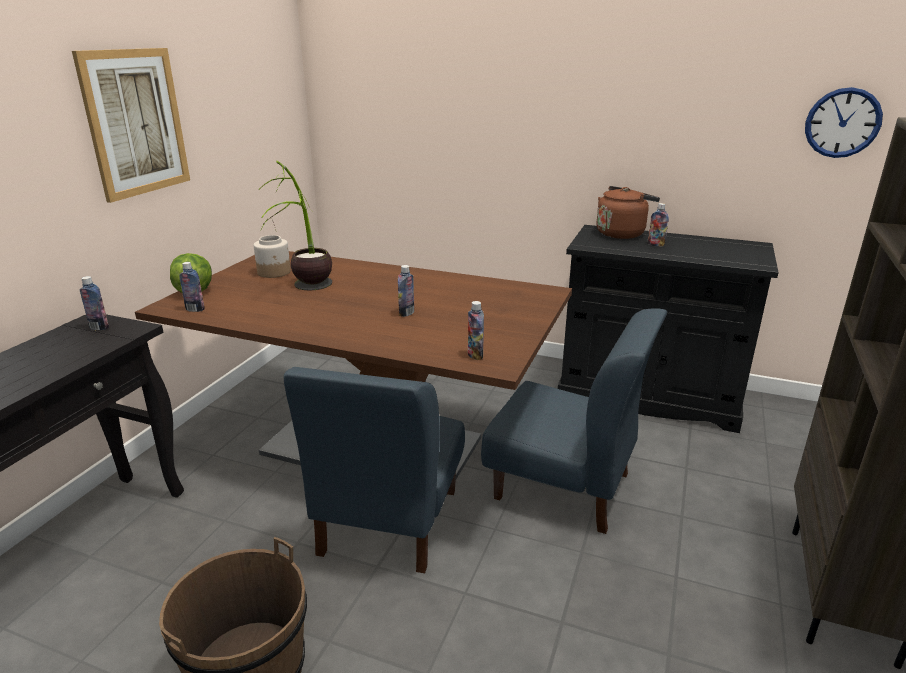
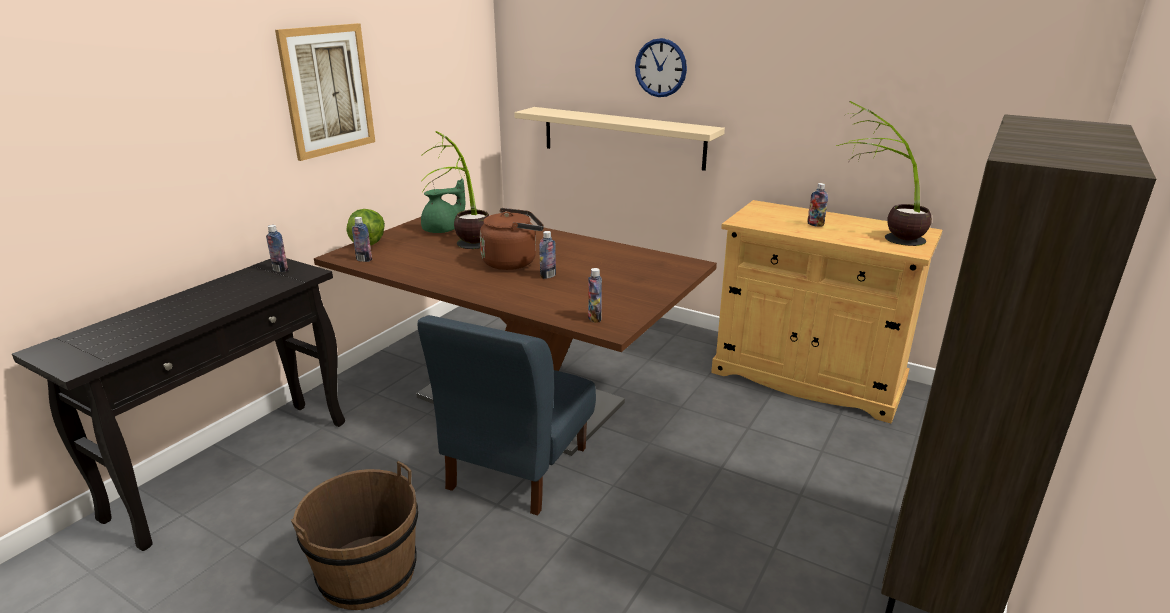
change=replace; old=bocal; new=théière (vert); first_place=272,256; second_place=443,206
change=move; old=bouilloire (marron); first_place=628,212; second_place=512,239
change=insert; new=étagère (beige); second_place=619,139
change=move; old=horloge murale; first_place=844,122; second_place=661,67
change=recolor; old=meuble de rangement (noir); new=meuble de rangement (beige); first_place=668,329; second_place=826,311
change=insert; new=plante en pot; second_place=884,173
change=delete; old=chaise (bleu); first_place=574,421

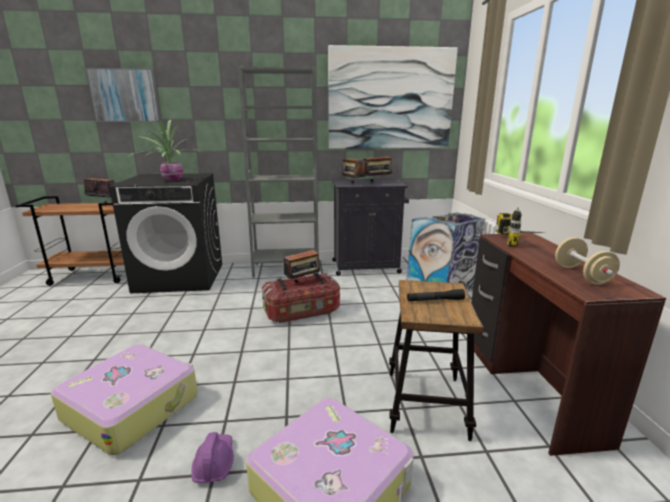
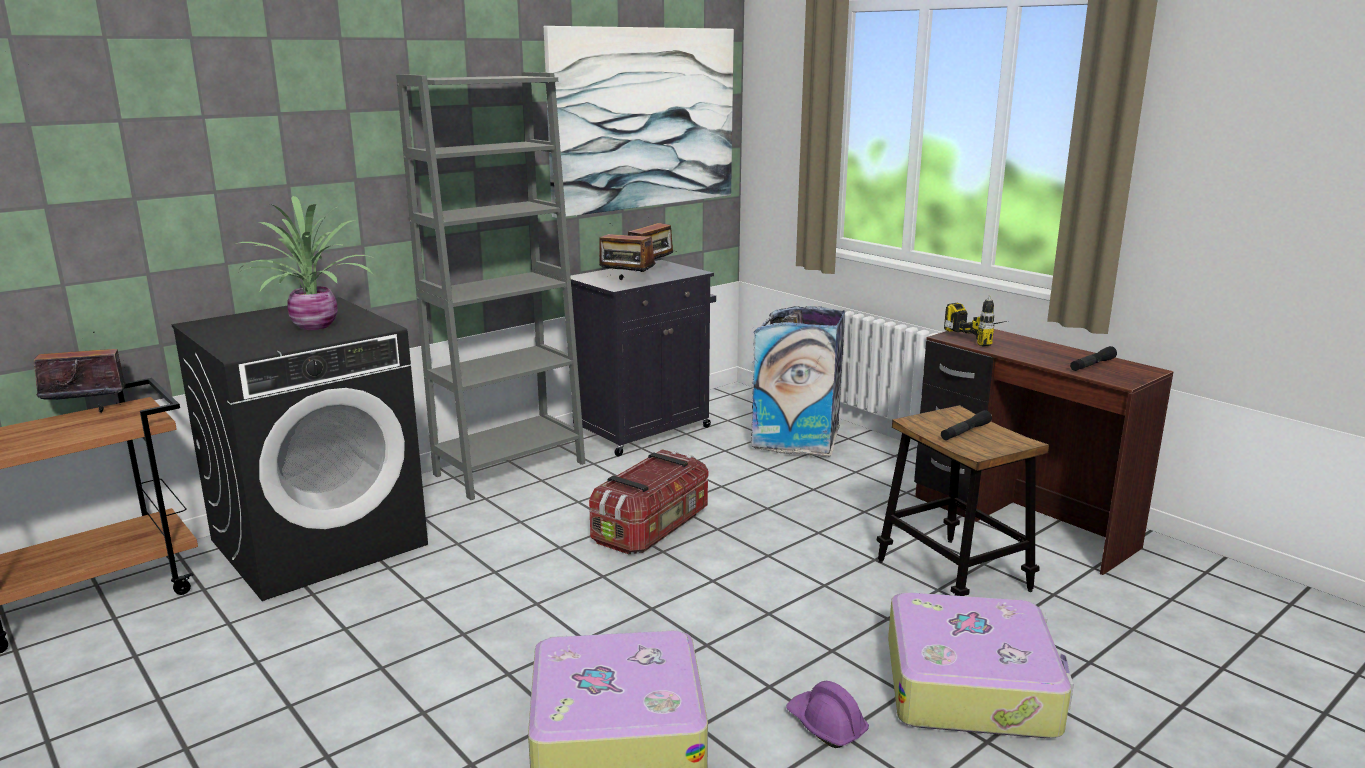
change=replace; old=haltère (beige); new=lampe de poche (noir); first_place=587,261; second_place=1093,358
change=delete; old=tableau; first_place=123,95
change=delete; old=radio; first_place=303,266

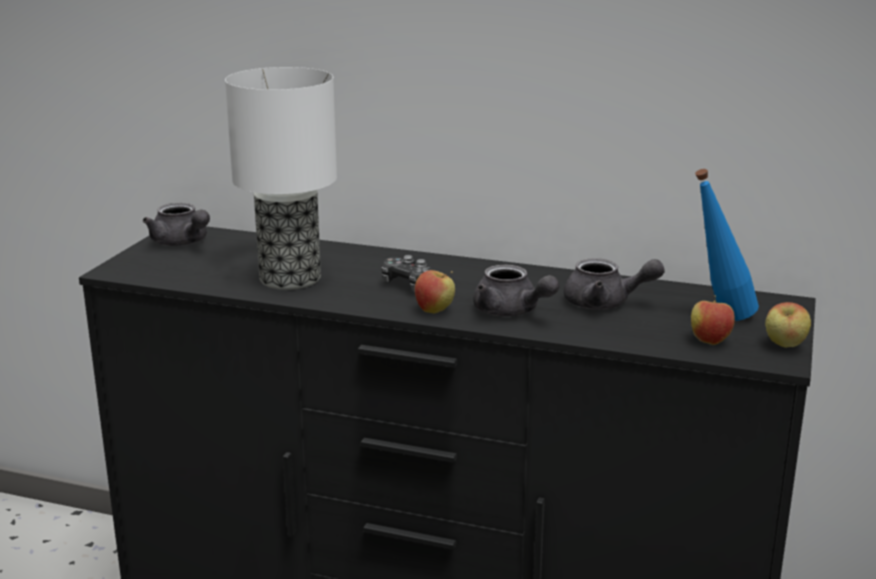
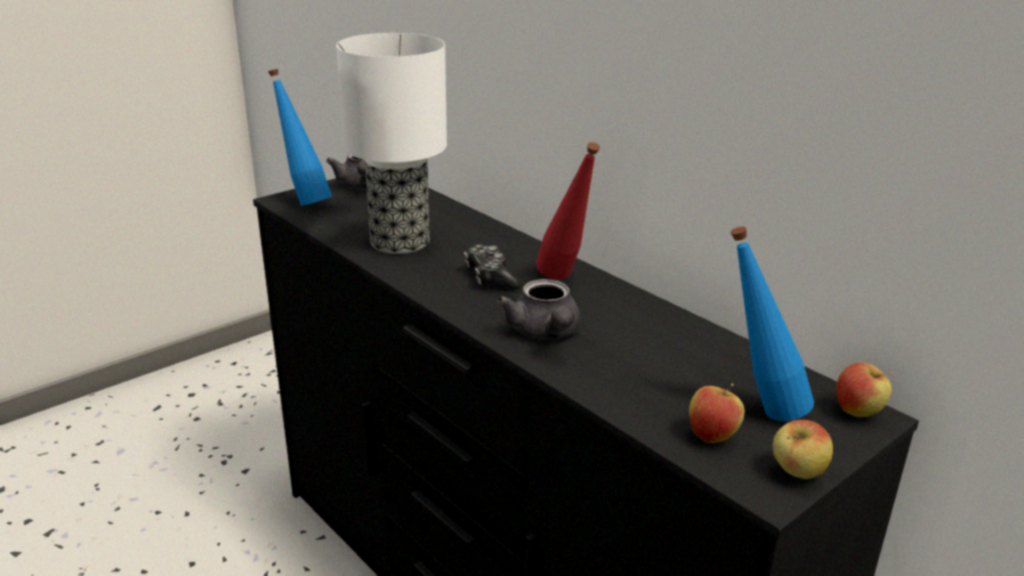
change=insert; new=bouteille (bleu); second_place=300,137
change=insert; new=bouteille (rouge); second_place=568,211
change=move; old=pomme; first_place=435,291; second_place=865,389
change=delete; old=théière (gris); first_place=614,283

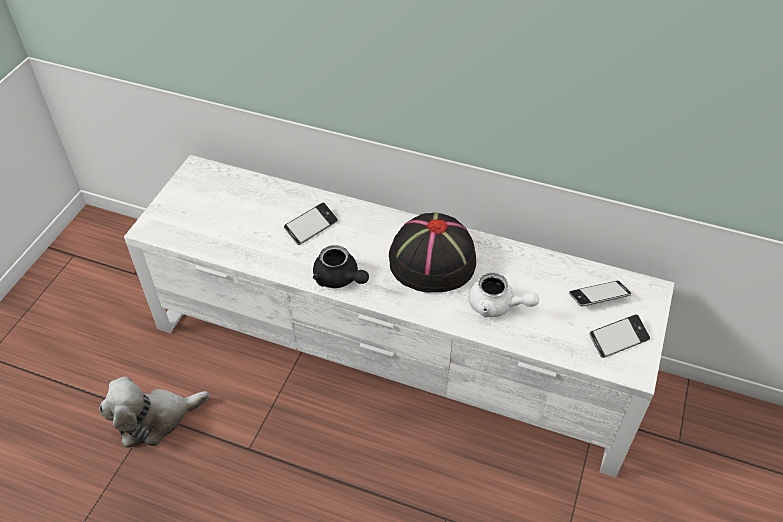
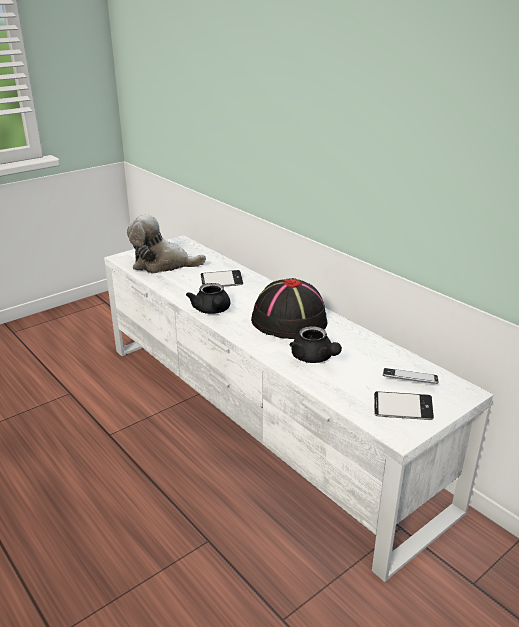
change=move; old=peluche; first_place=154,412; second_place=166,243
change=recolor; old=théière (blanc); new=théière (noir); first_place=503,295; second_place=316,344

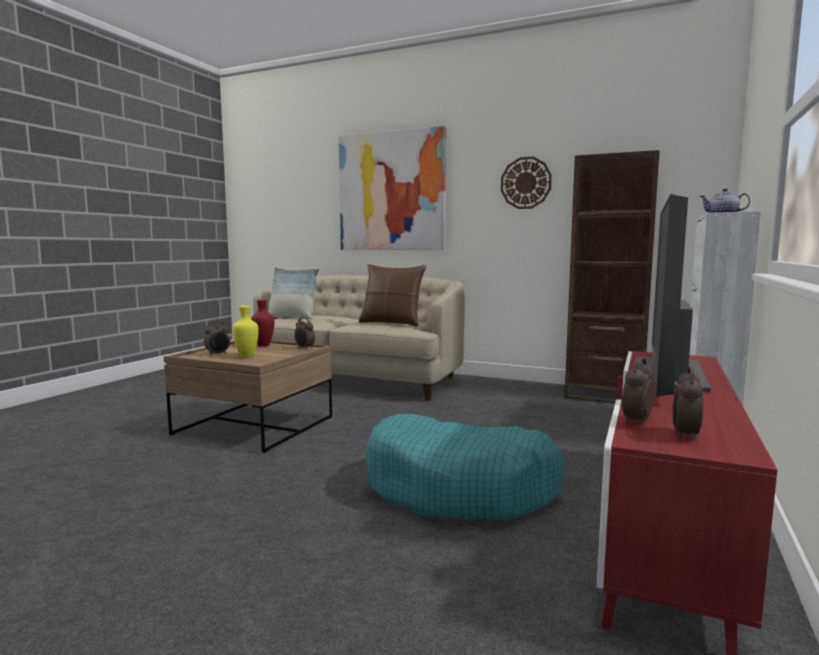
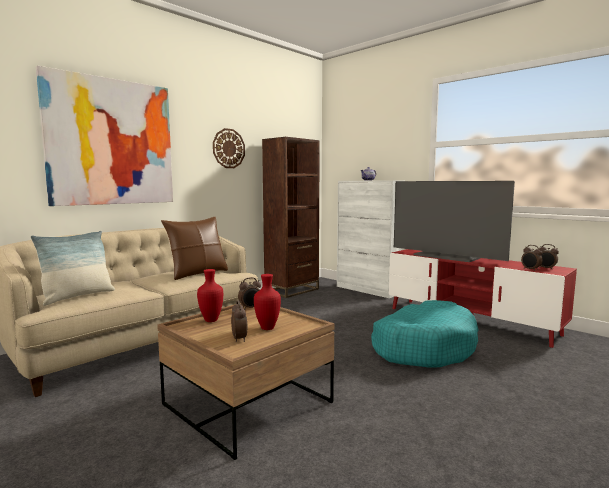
change=recolor; old=vase (jaune); new=vase (rouge); first_place=245,332; second_place=267,302

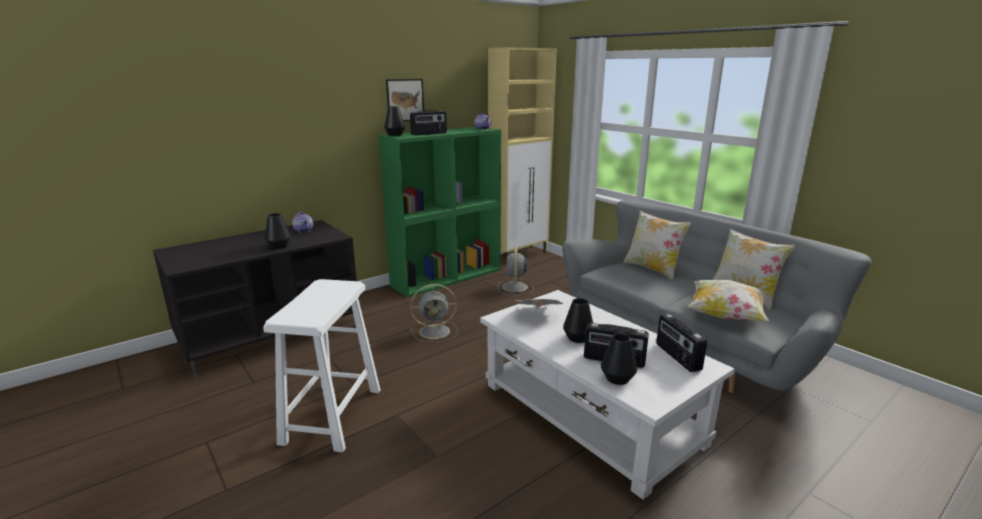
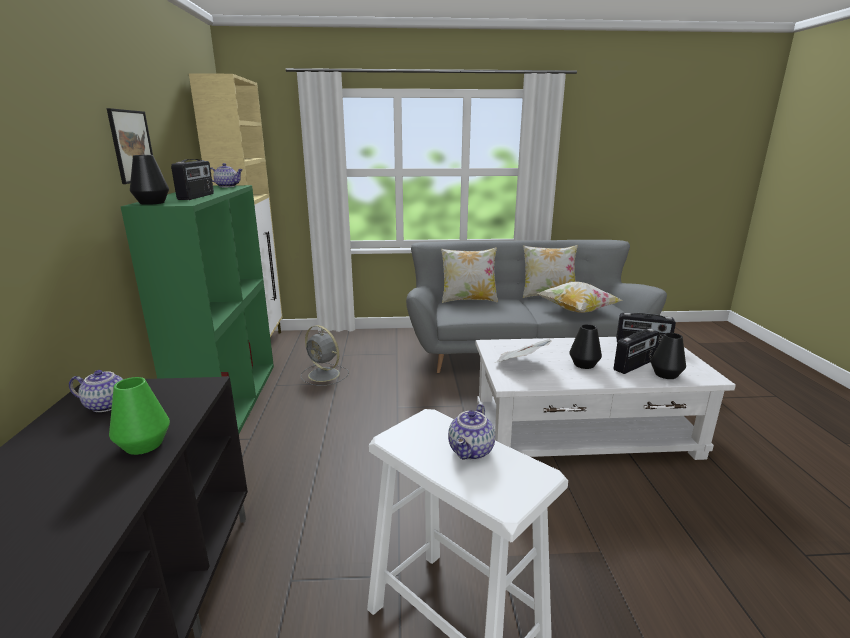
change=recolor; old=vase (noir); new=vase (vert); first_place=277,231; second_place=139,416
change=insert; new=théière; second_place=471,432
change=delete; old=ventilateur (gris); first_place=434,313

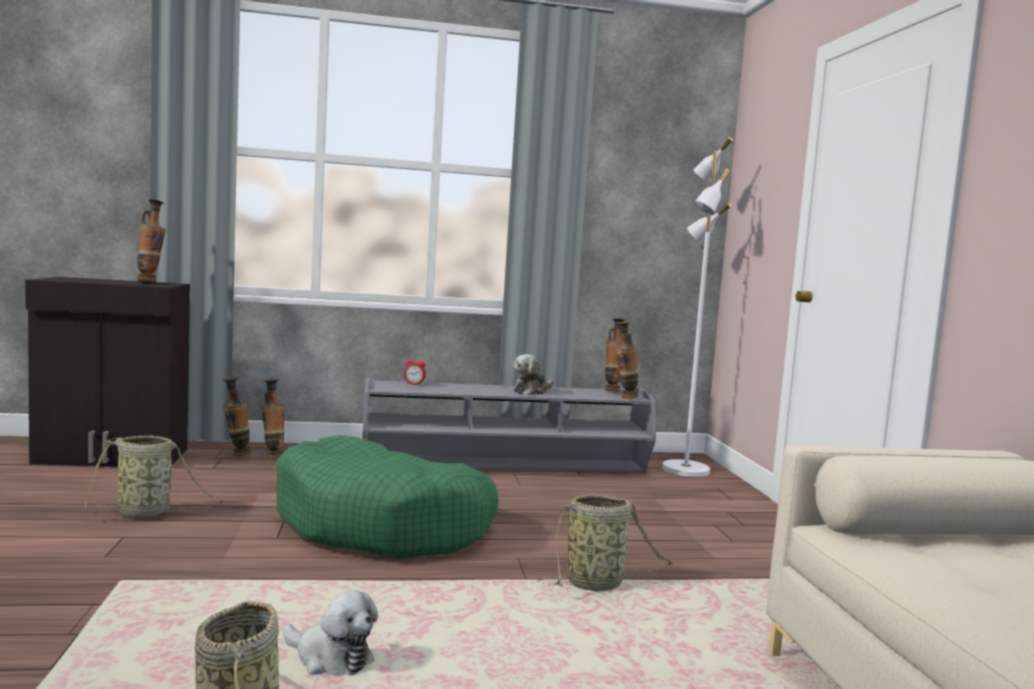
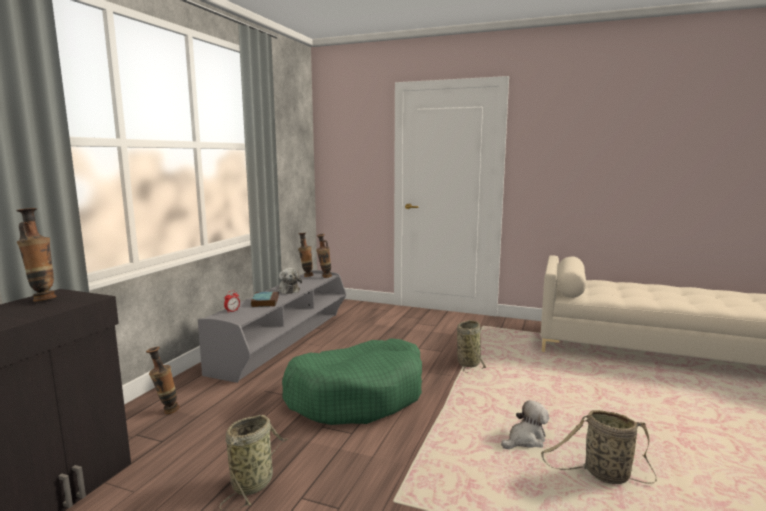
change=insert; new=livre; second_place=265,299
change=delete; old=vase; first_place=236,417
change=delete; old=lampadaire (blanc); first_place=697,307

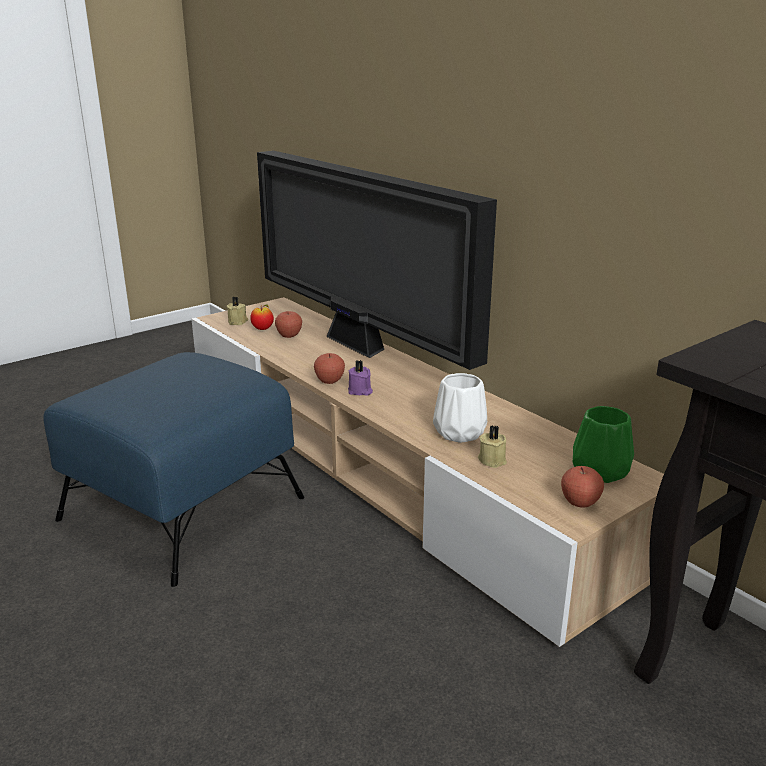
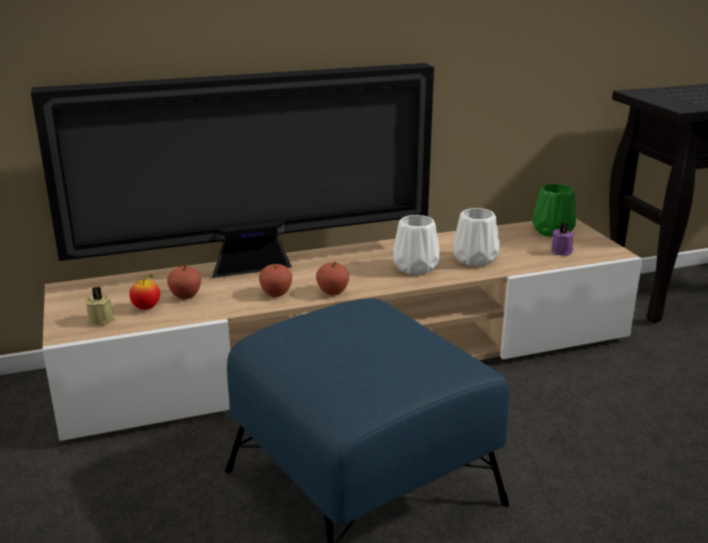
change=move; old=pomme; first_place=582,487; second_place=275,280
change=insert; new=vase (blanc); second_place=416,245
change=move; old=bougie (violet); first_place=360,378; second_place=562,239
change=delete; old=bougie (beige); first_place=492,446

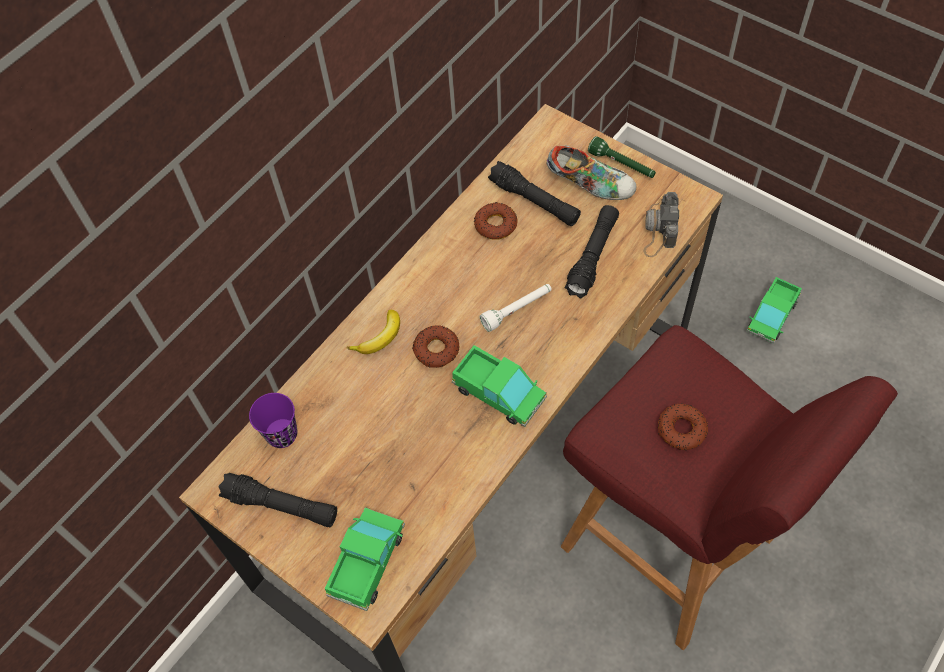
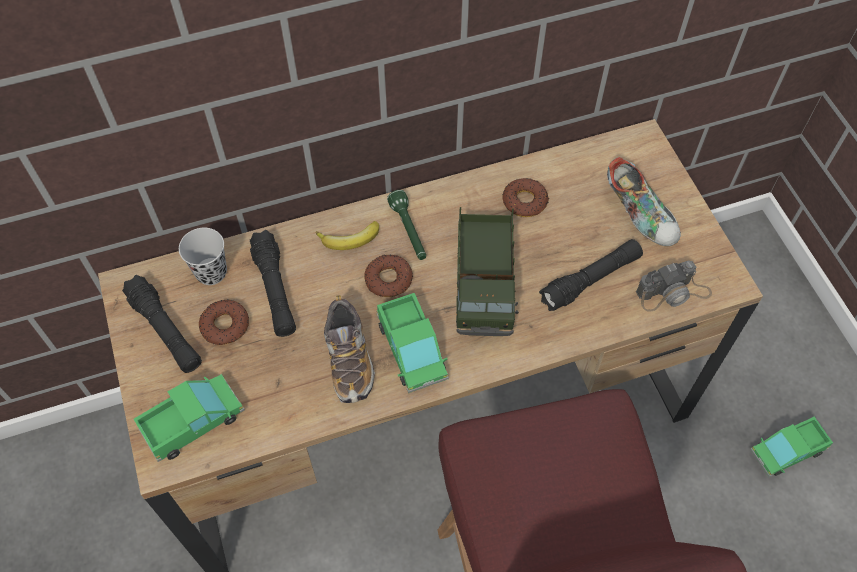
change=recolor; old=tasse (violet); new=tasse (noir); first_place=273,420; second_place=203,256
change=move; old=beignet; first_place=683,426; second_place=224,322
change=move; old=lampe de poche (noir); first_place=534,193; second_place=273,283
change=insert; new=chaussure; second_place=349,349
change=move; old=lampe de poche (vert); first_place=622,157; second_place=406,225
change=replace; old=lampe de poche (blanc); new=camion jouet; first_place=516,308; second_place=487,271
change=rotate; old=appareil photo; first_place=661,224; second_place=674,285; degrees=-150

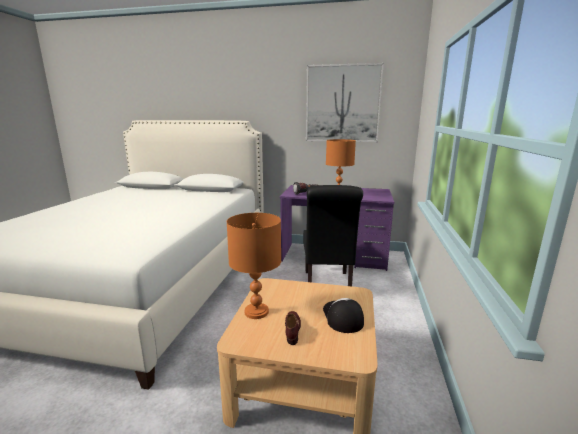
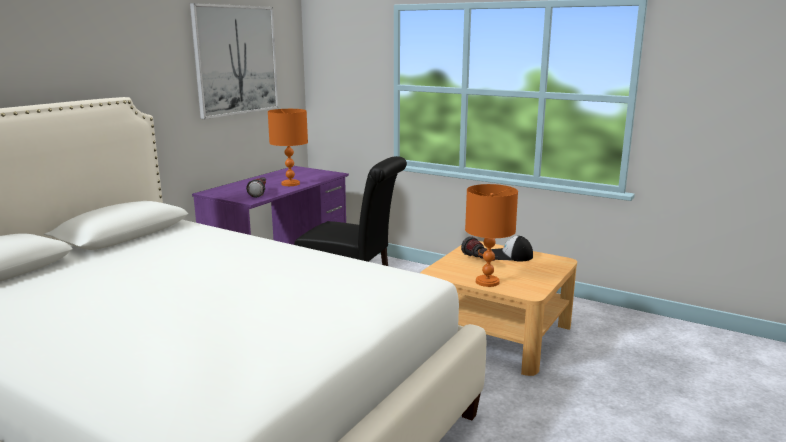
change=insert; new=lampe de poche; second_place=478,248
change=delete; old=chaussure (marron); first_place=293,328

